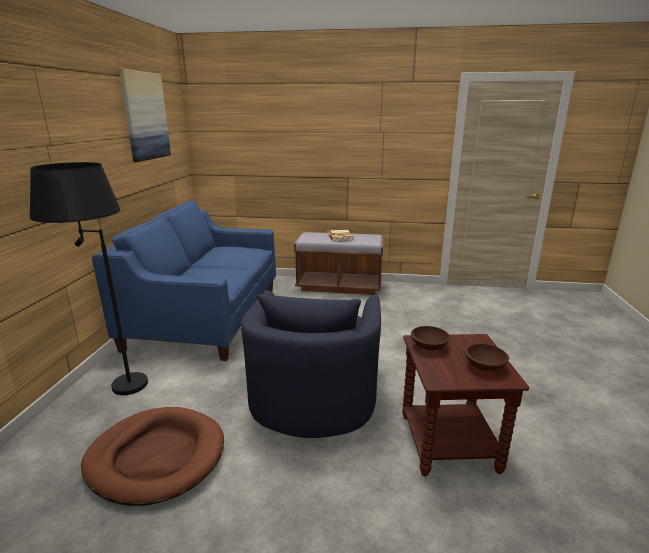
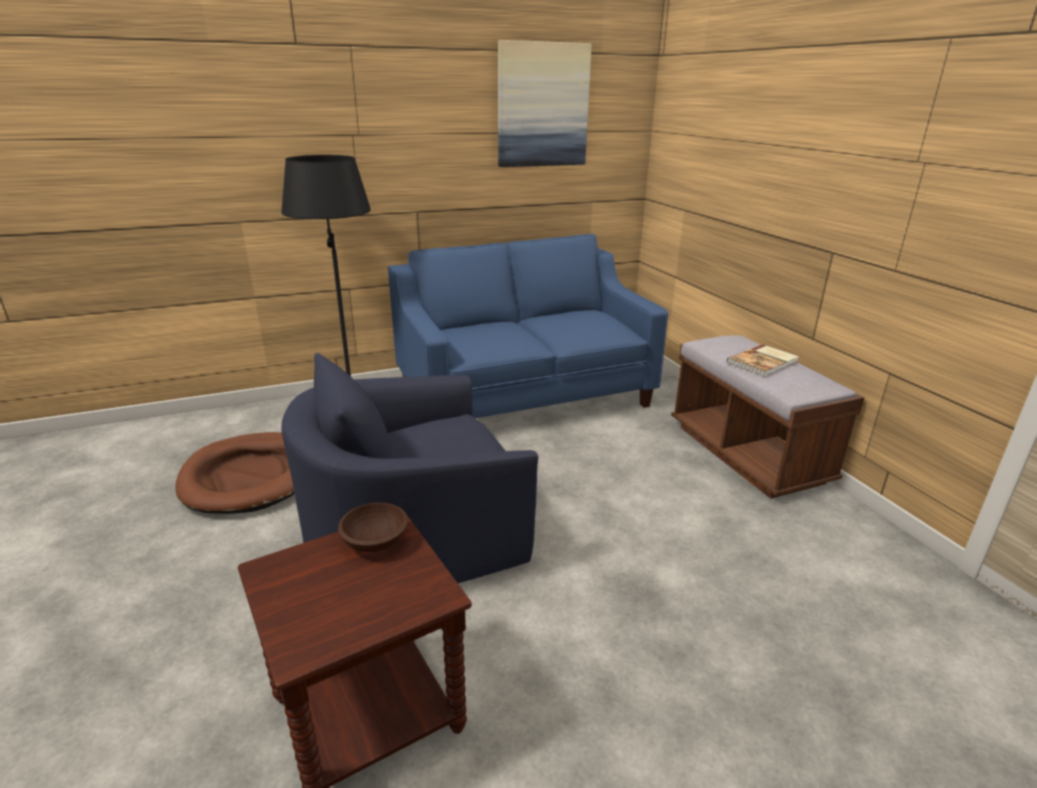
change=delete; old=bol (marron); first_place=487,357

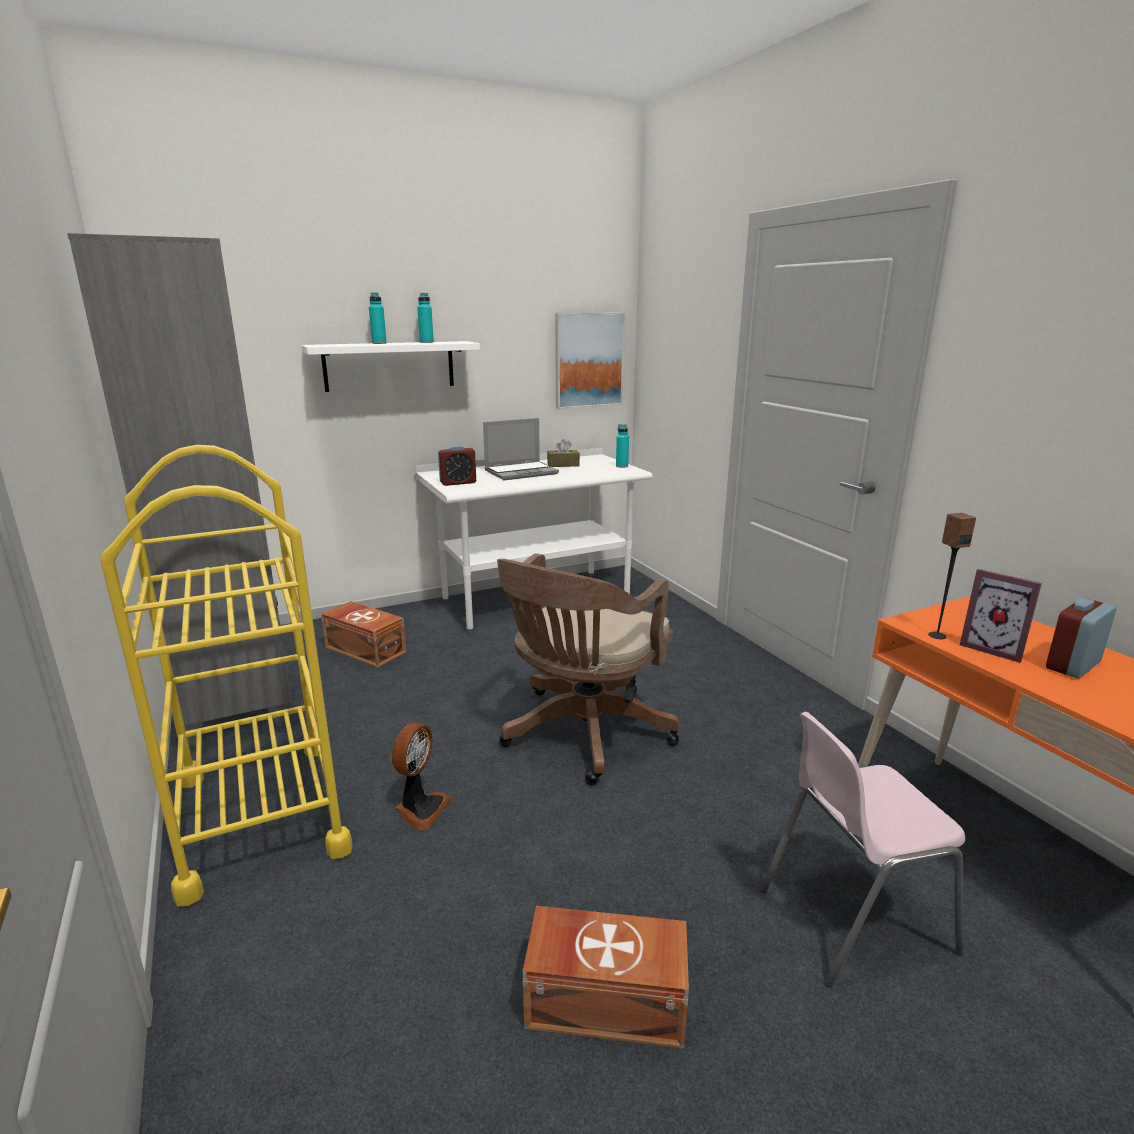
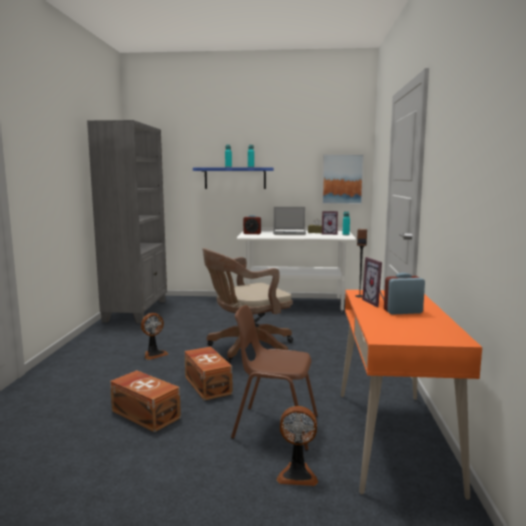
change=move; old=boîte de rangement (marron); first_place=363,634; second_place=208,374
change=recolor; old=étagère (blanc); new=étagère (bleu); first_place=391,366; second_place=233,178
change=recolor; old=chaise (rose); new=chaise (marron); first_place=862,849; second_place=274,378
change=insert; new=ventilateur; second_place=297,446
change=insert; new=cadre photo; second_place=330,223
change=delete; old=chariot (jaune); first_place=227,676

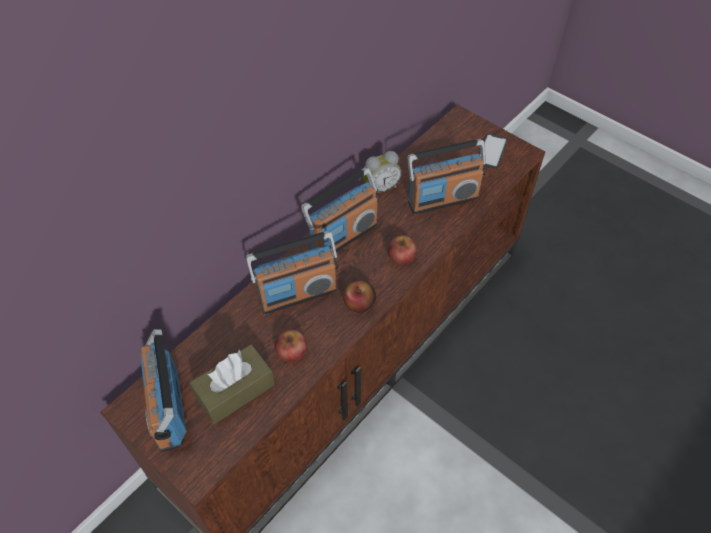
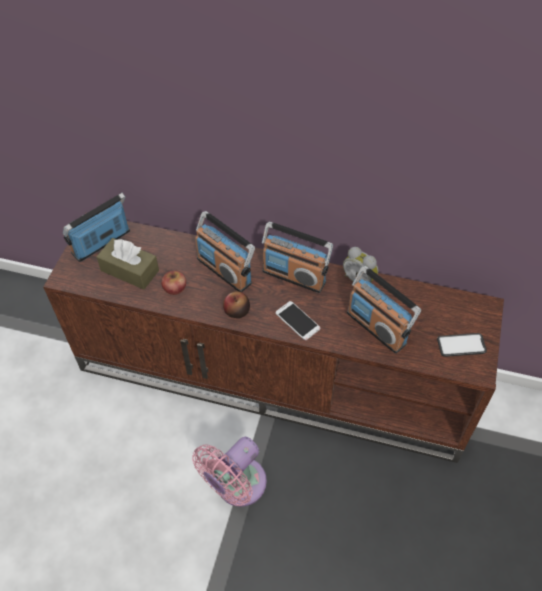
change=insert; new=ventilateur (rose); second_place=229,471
change=replace; old=pomme; new=téléphone; first_place=402,250; second_place=298,320

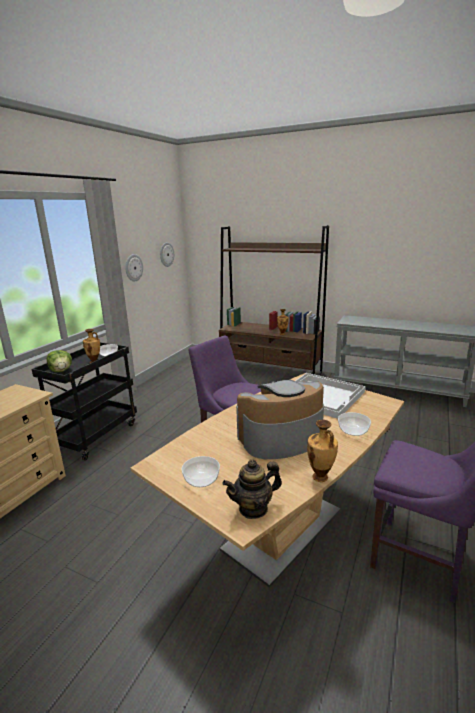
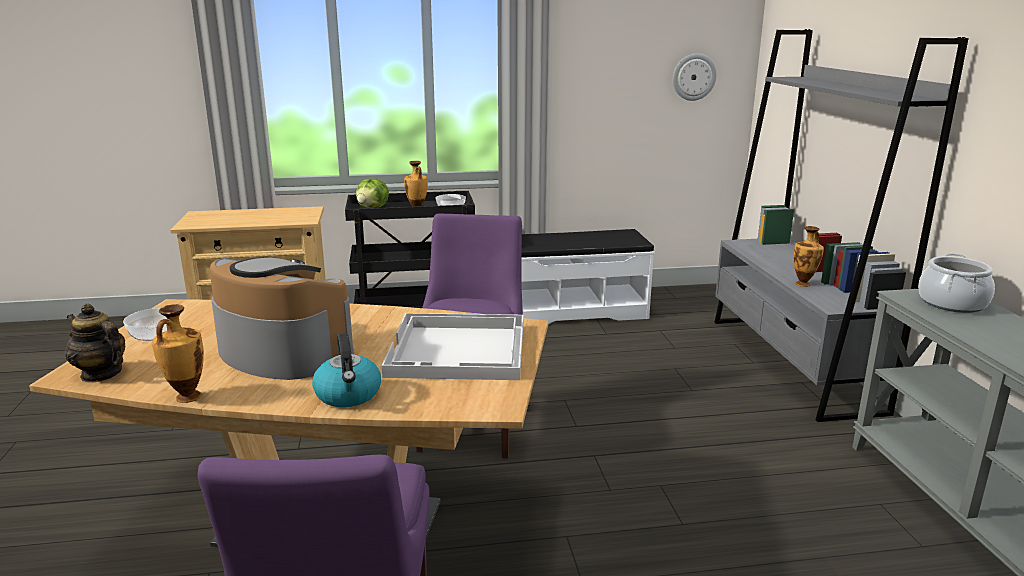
change=replace; old=bol; new=bouilloire; first_place=354,424; second_place=346,370
change=insert; new=banc (blanc); second_place=587,276
change=recolor; old=bibliothèque (marron); new=bibliothèque (gris); first_place=274,300; second_place=841,225
change=insert; new=marmite; second_place=956,283
change=delete; old=horloge murale; first_place=134,268

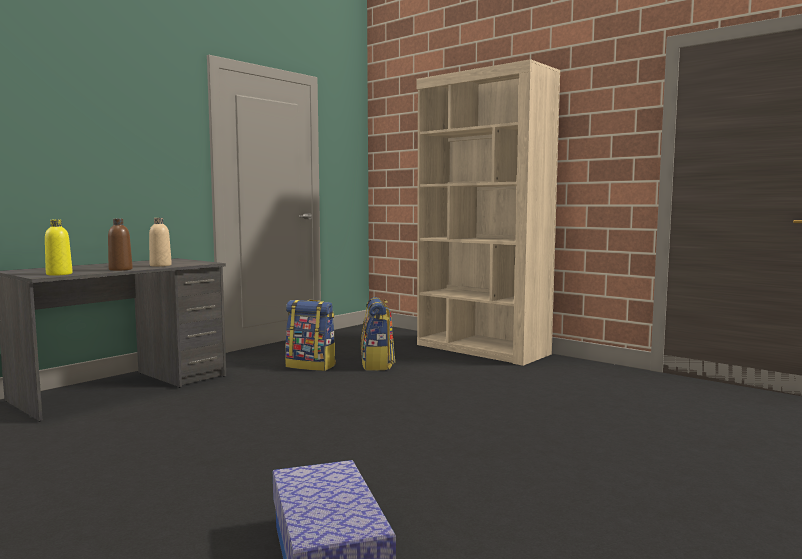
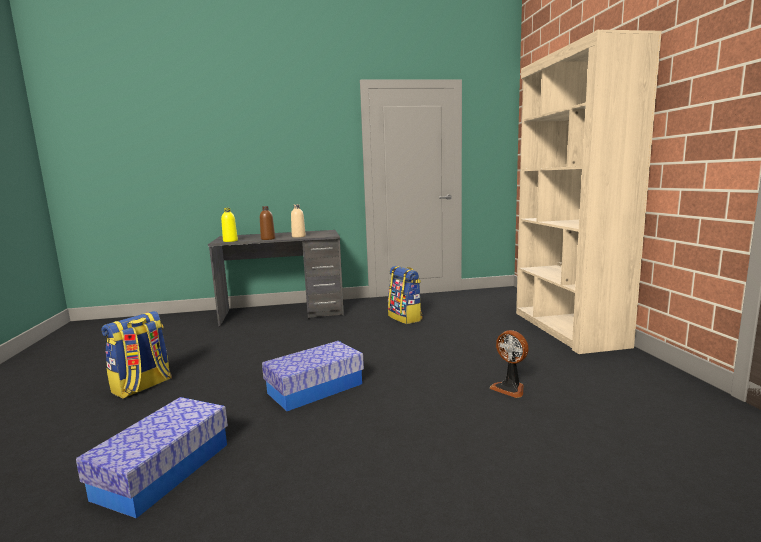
change=move; old=sac à dos; first_place=378,334; second_place=136,355
change=insert; new=boîte de rangement; second_place=313,376
change=insert; new=ventilateur; second_place=509,364

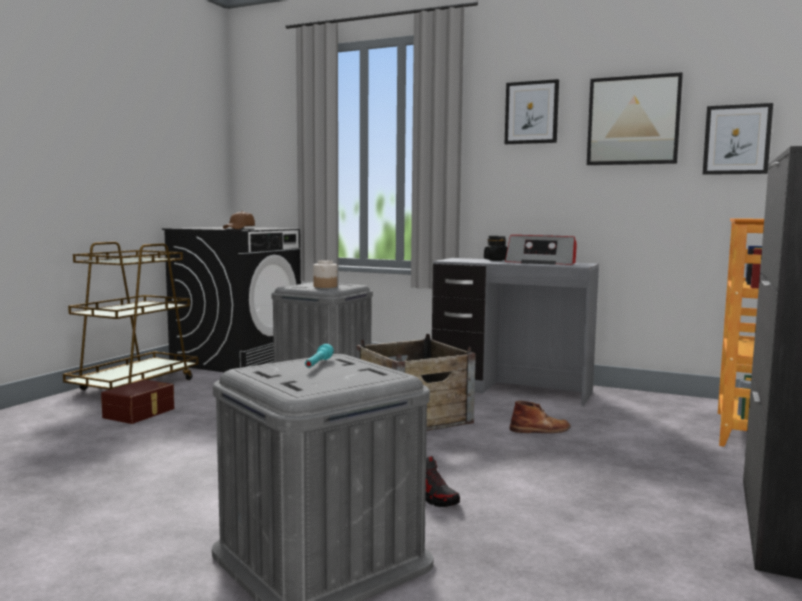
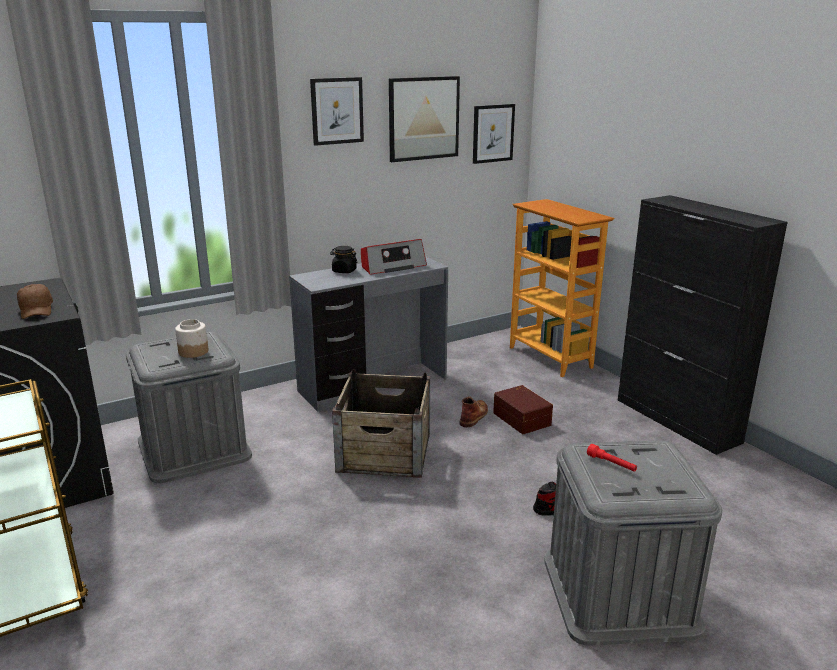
change=move; old=boîte de rangement (marron); first_place=137,402; second_place=523,409
change=recolor; old=lampe de poche (turquoise); new=lampe de poche (rouge); first_place=319,356; second_place=612,458

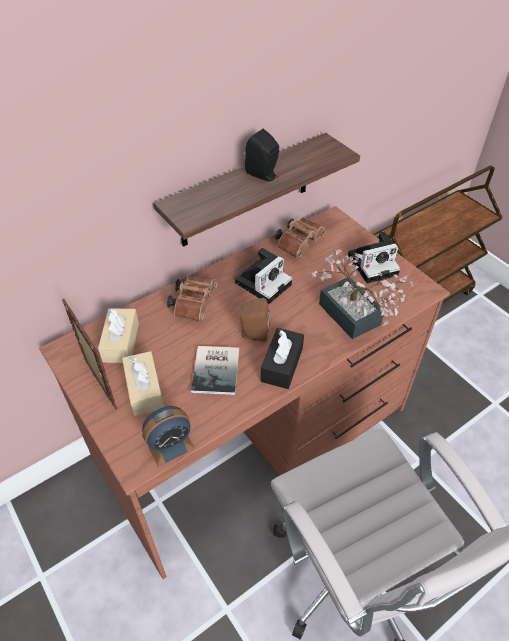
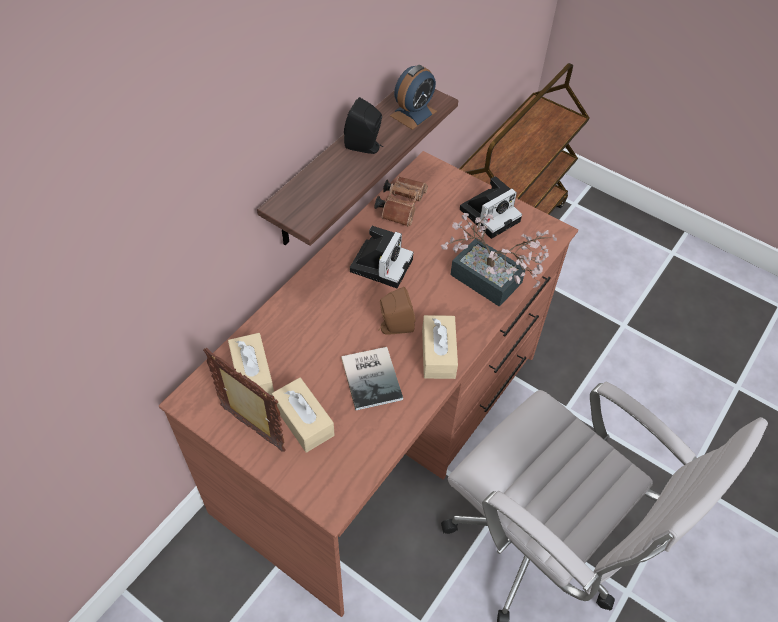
change=move; old=réveil; first_place=168,436; second_place=413,97
change=recolor; old=boîte à mouchoirs (noir); new=boîte à mouchoirs (beige); first_place=282,358; second_place=440,347
change=delete; old=jumelles (marron); first_place=192,298

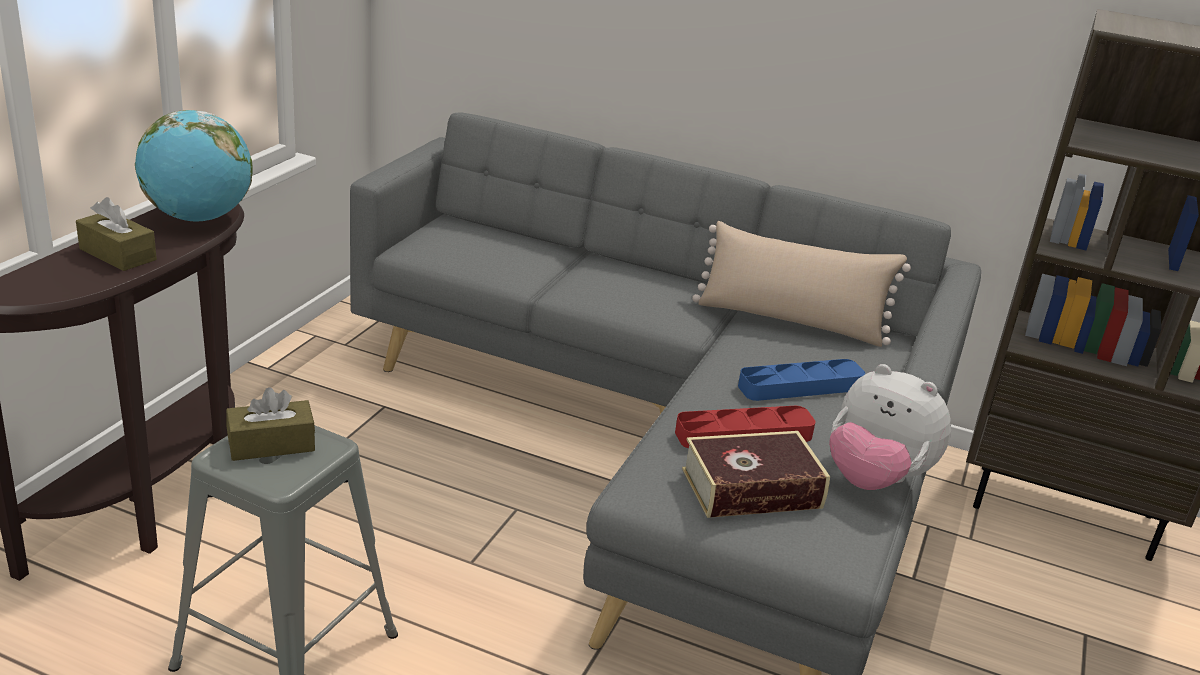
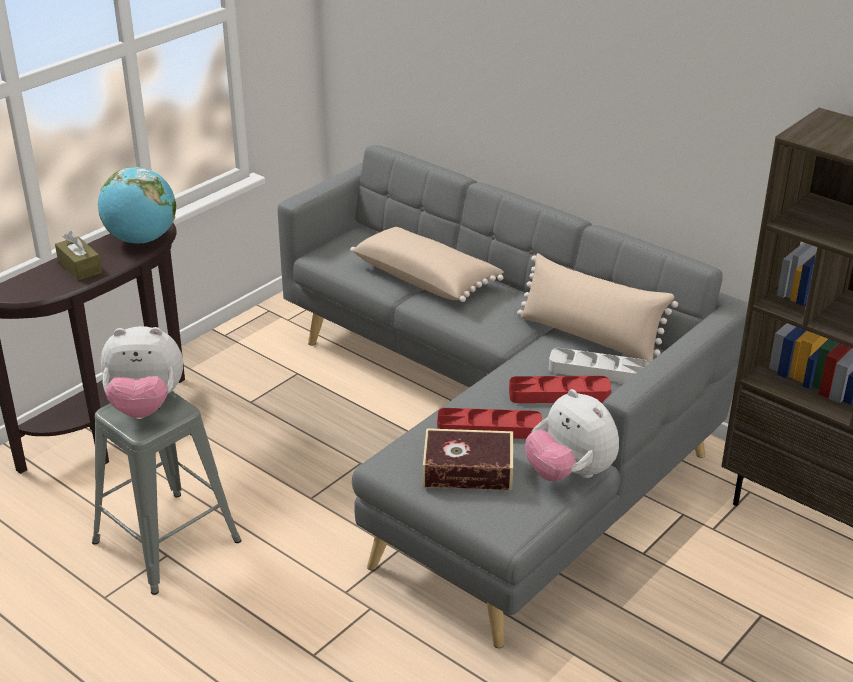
change=replace; old=boîte à mouchoirs (marron); new=peluche; first_place=270,424; second_place=142,372
change=insert; new=coussin (beige); second_place=427,264
change=recolor; old=plateau (bleu); new=plateau (rouge); first_place=801,380; second_place=560,389
change=insert; new=plateau (gris); second_place=599,365

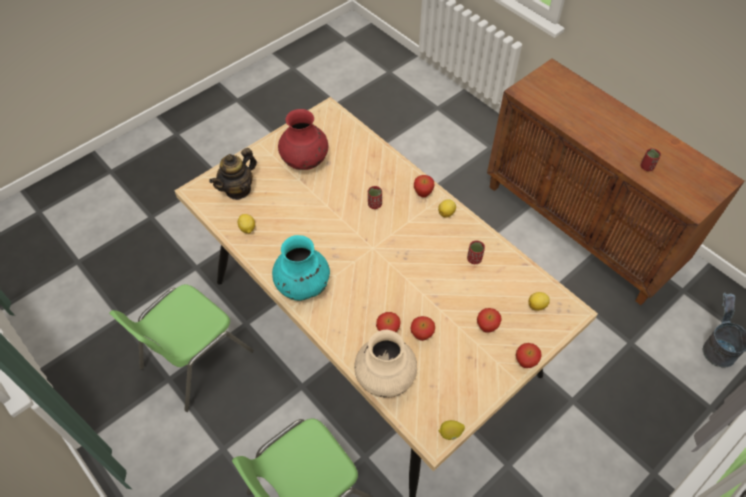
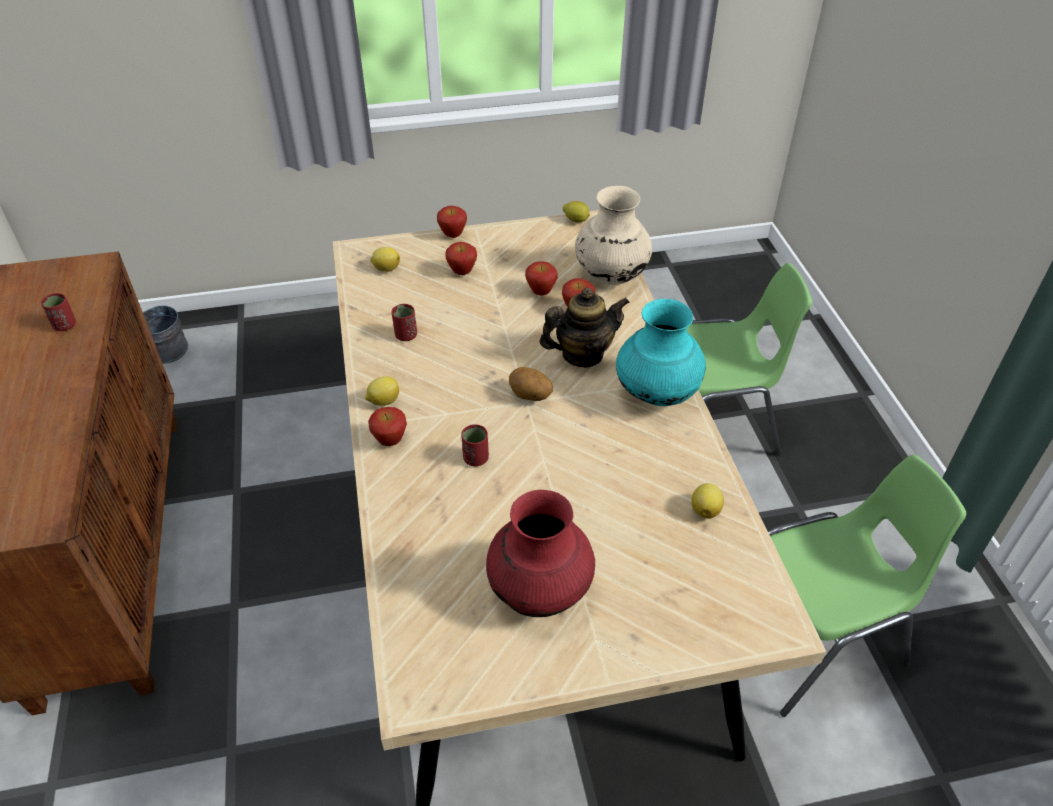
change=insert; new=pomme de terre; second_place=531,384
change=move; old=théière; first_place=233,174; second_place=585,328

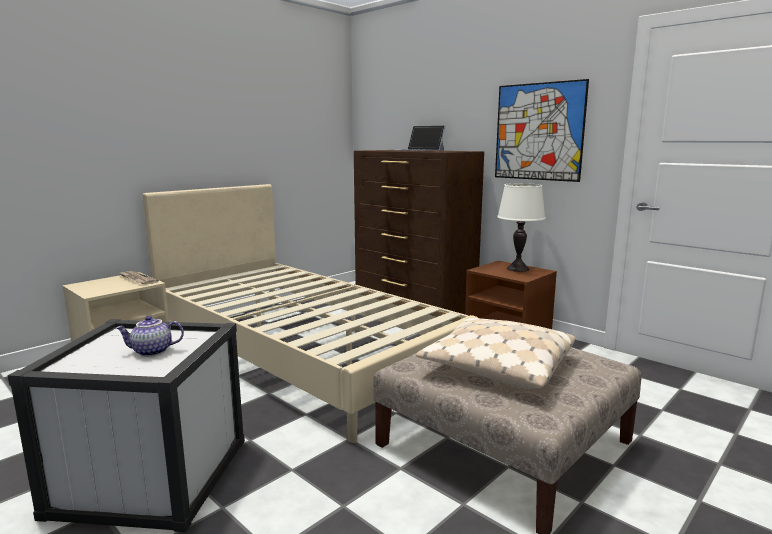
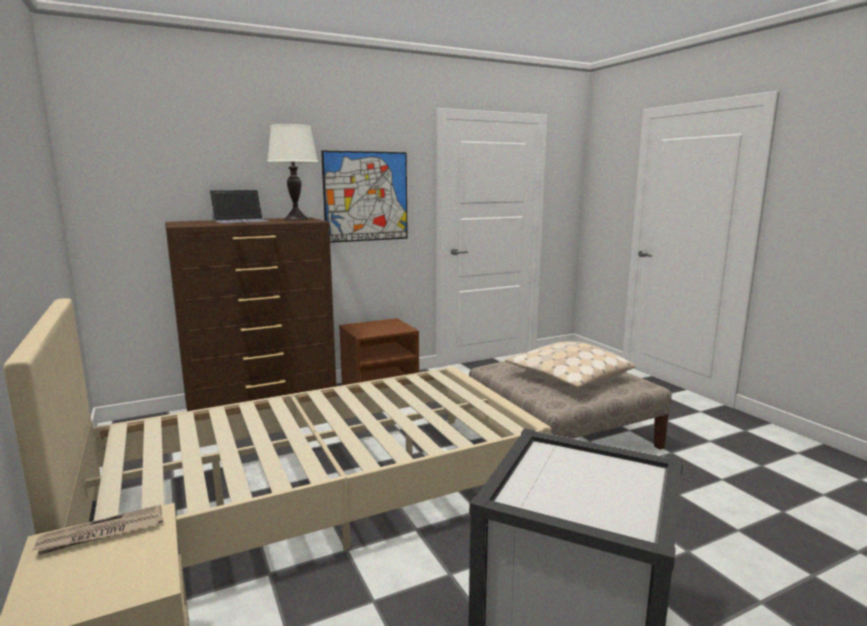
change=move; old=lampe de table (blanc); first_place=521,227; second_place=292,172
change=delete; old=théière; first_place=150,336

